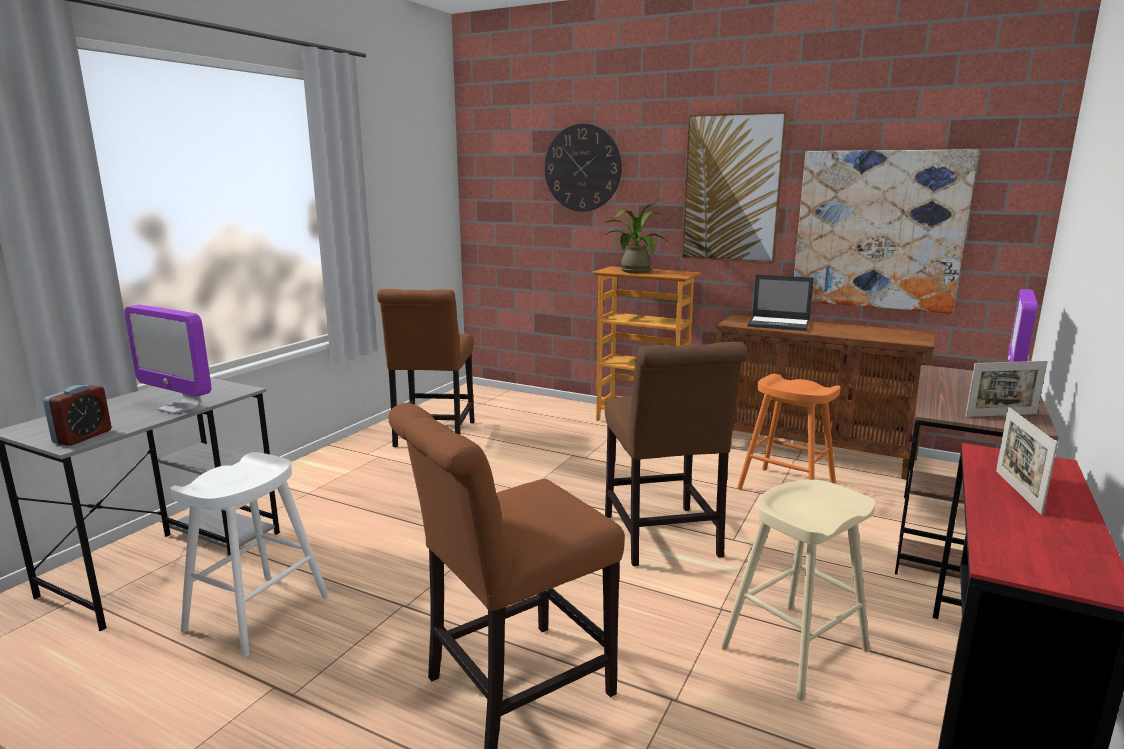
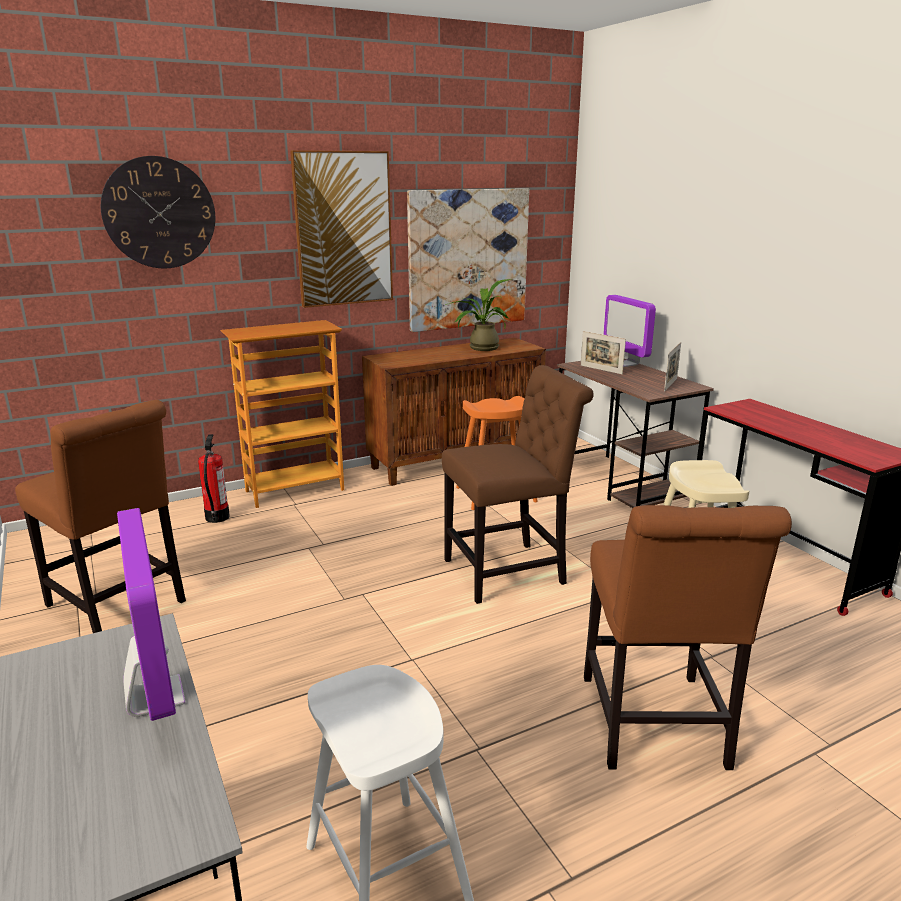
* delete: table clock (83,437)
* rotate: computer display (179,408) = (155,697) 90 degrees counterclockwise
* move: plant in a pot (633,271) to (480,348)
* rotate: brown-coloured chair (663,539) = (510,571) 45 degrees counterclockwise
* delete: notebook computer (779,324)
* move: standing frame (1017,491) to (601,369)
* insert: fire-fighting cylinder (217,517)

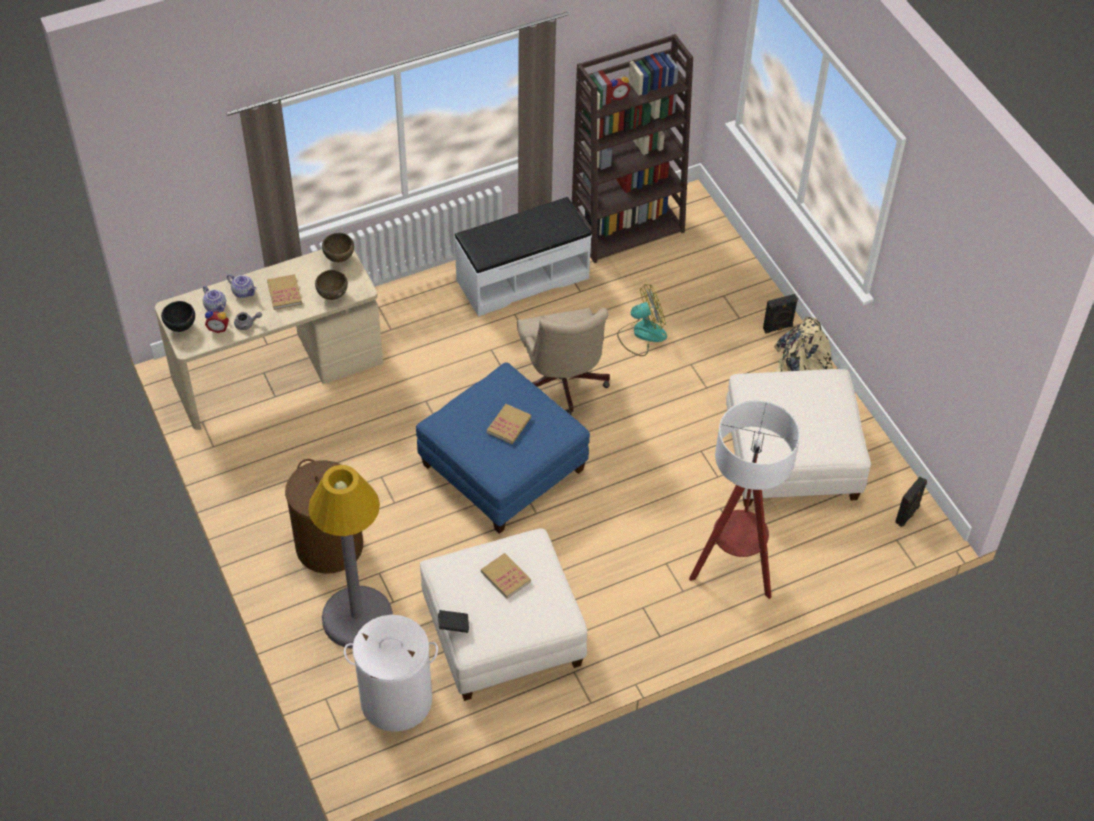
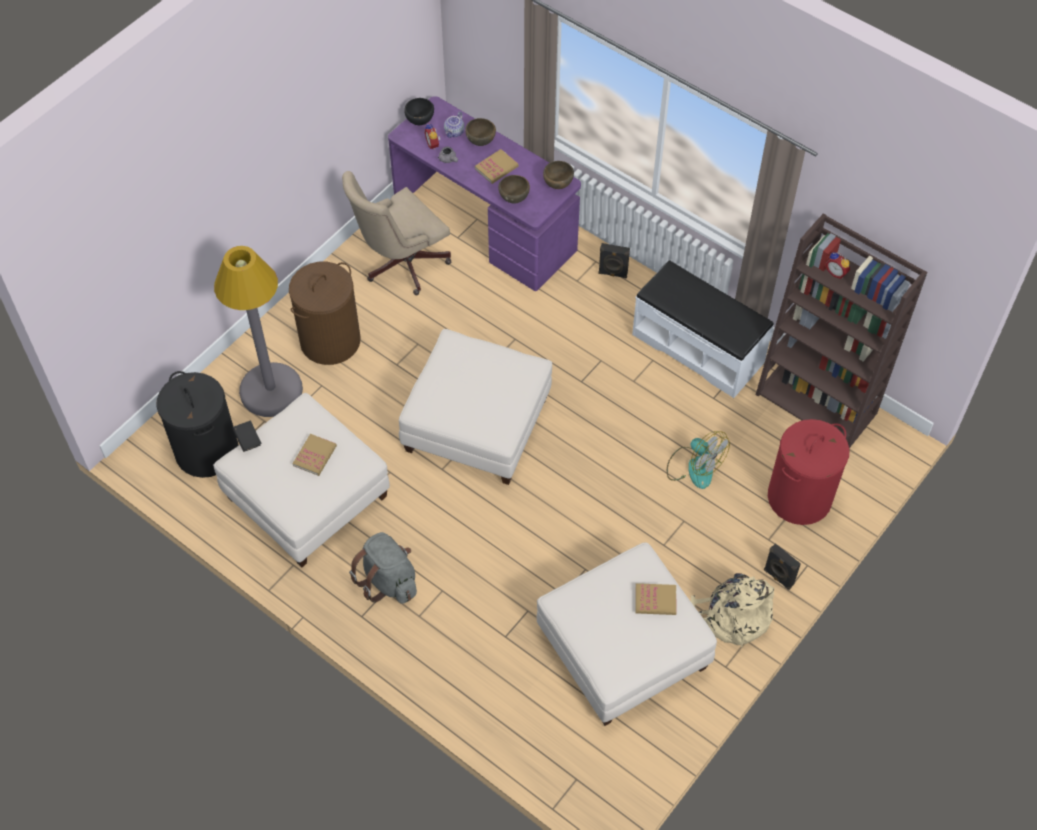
* recolor: beige-coloured desk table (277,370) to purplish desk table (485,226)
* replace: teapot (244,292) to brown-coloured deep dish (481,142)
* recolor: whitish hamper (396,700) to blackish hamper (206,451)
* recolor: blue footrest (502,467) to whitish footrest (476,424)
* move: volume (509,425) to (655,600)
* move: beige-coloured computer chair (562,385) to (400,264)
* delete: floor lamp (734,569)
* move: blackish loudspeaker (907,515) to (612,274)
* insert: gray backpack (388,580)
* insert: red hamper (799,497)

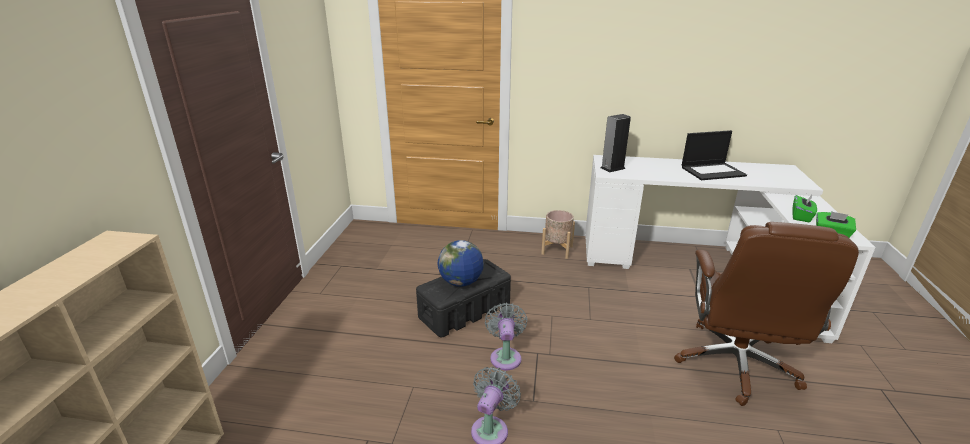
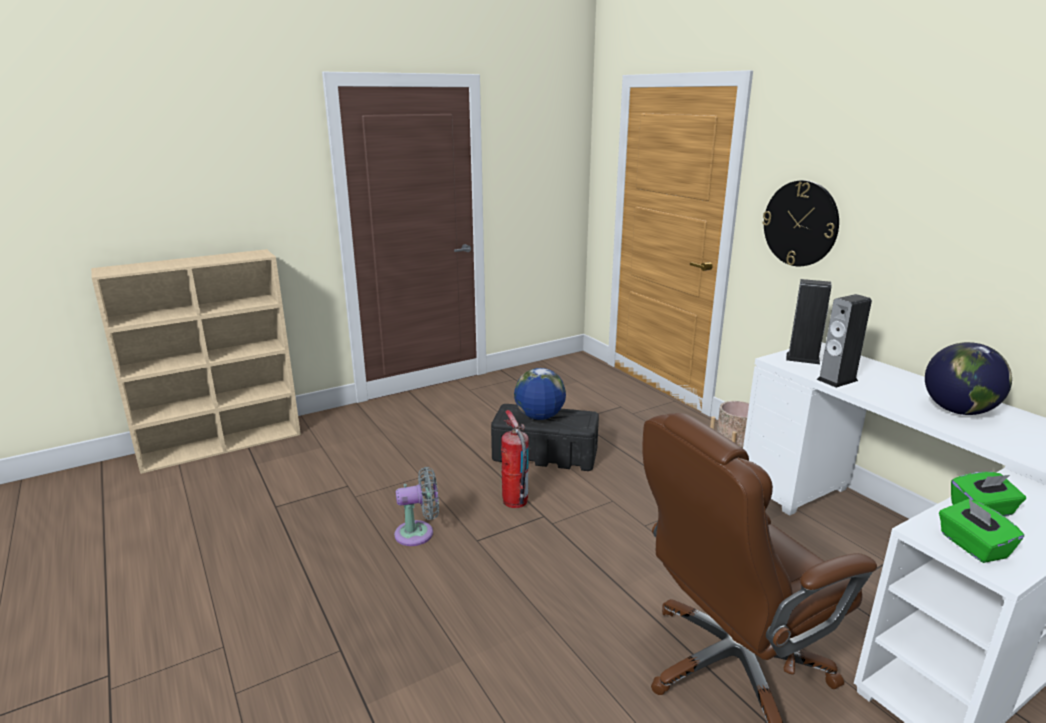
* replace: gray electric fan (505,356) to fire-fighting cylinder (515,501)
* replace: notebook computer (713,171) to globe (958,411)
* insert: hanging clock (800,223)
* insert: loudspeaker (837,380)

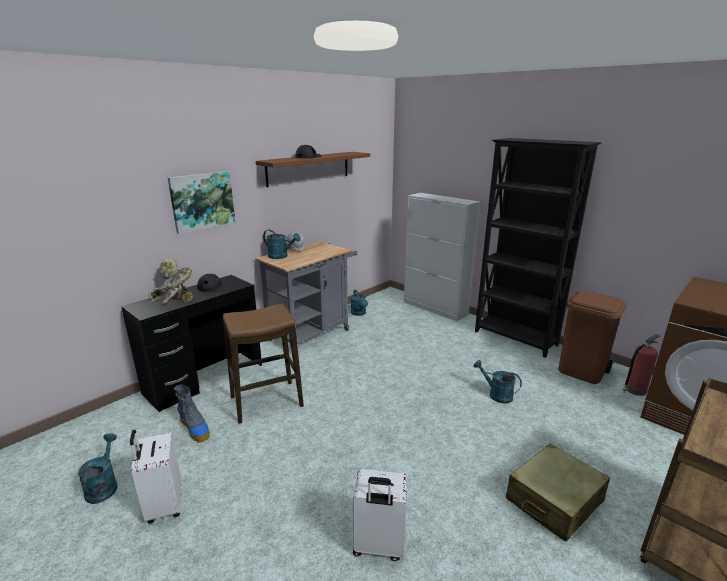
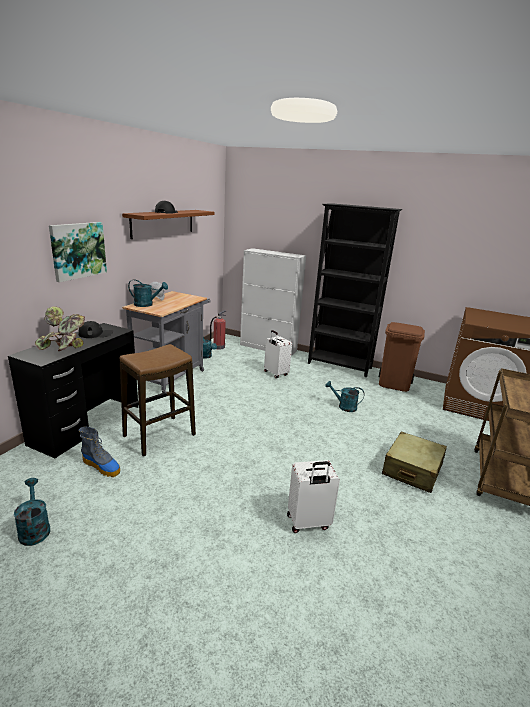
* move: whitish travel case (164,506) to (275,374)
* move: fire-fighting cylinder (634,390) to (218,347)

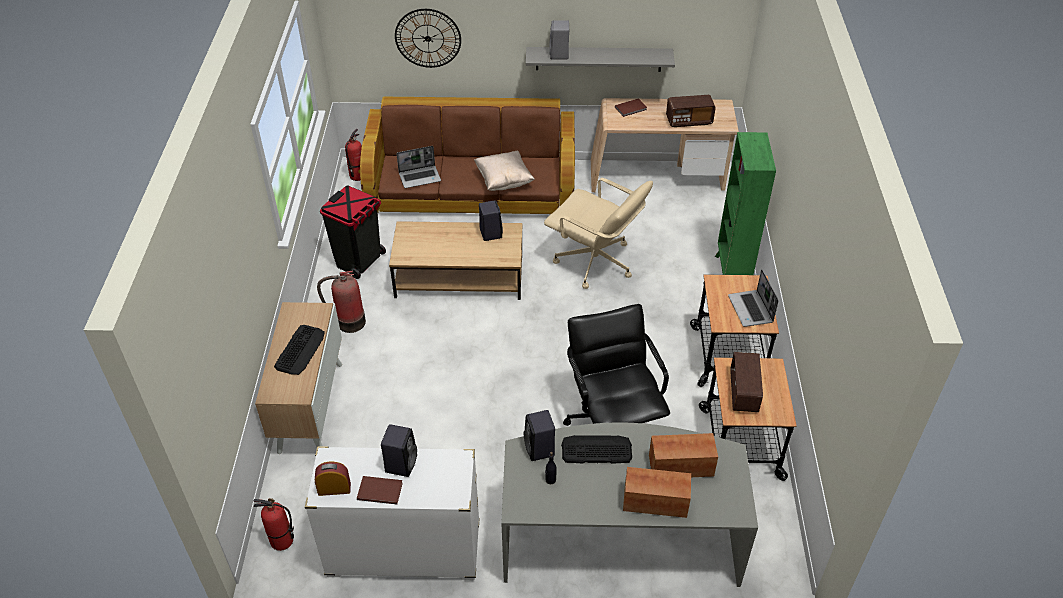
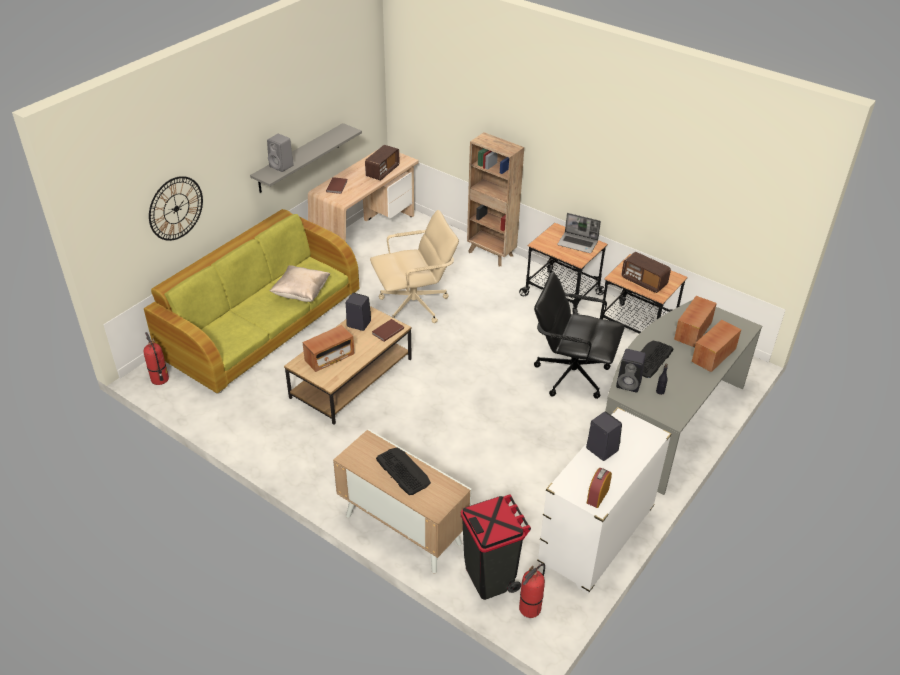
* delete: fire-fighting cylinder (348,322)
* move: blackish rubbish bin (359,261) to (490,576)
* move: brown-coloured volume (379,490) to (387,331)
* recolor: brown-coloured couch (472,189) to green couch (262,324)
* delete: notebook computer (420,177)
* recolor: green bookshelf (732,273) to brown-coloured bookshelf (491,254)
* insert: radio set (329,358)

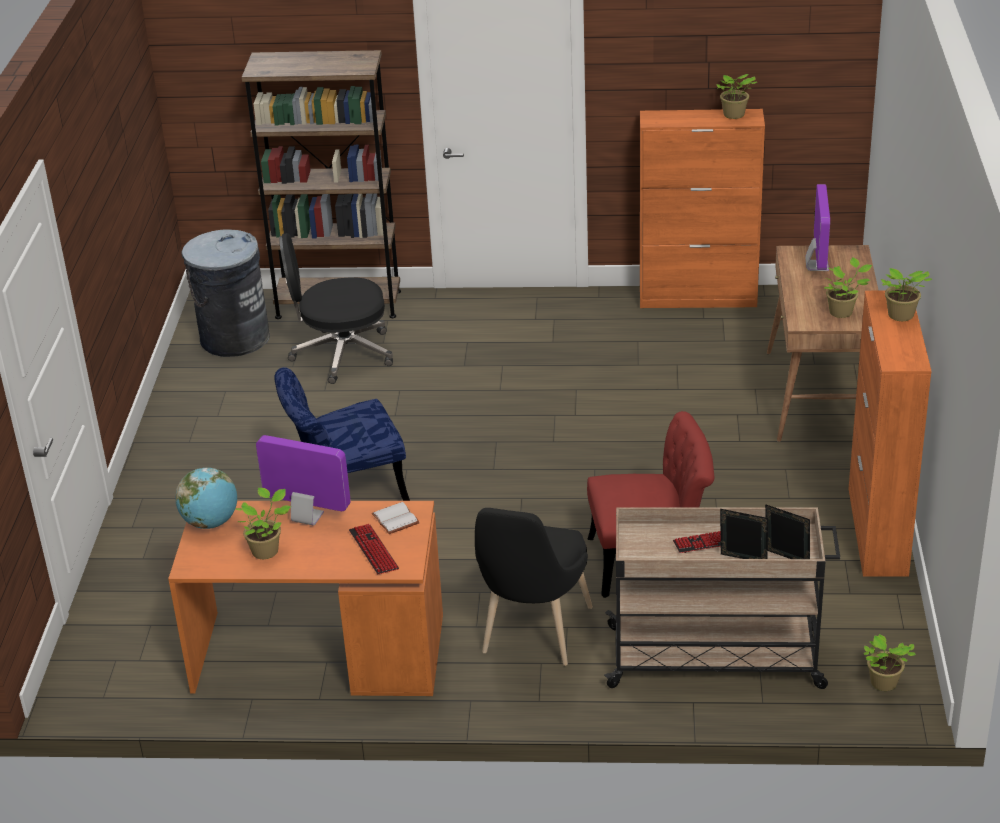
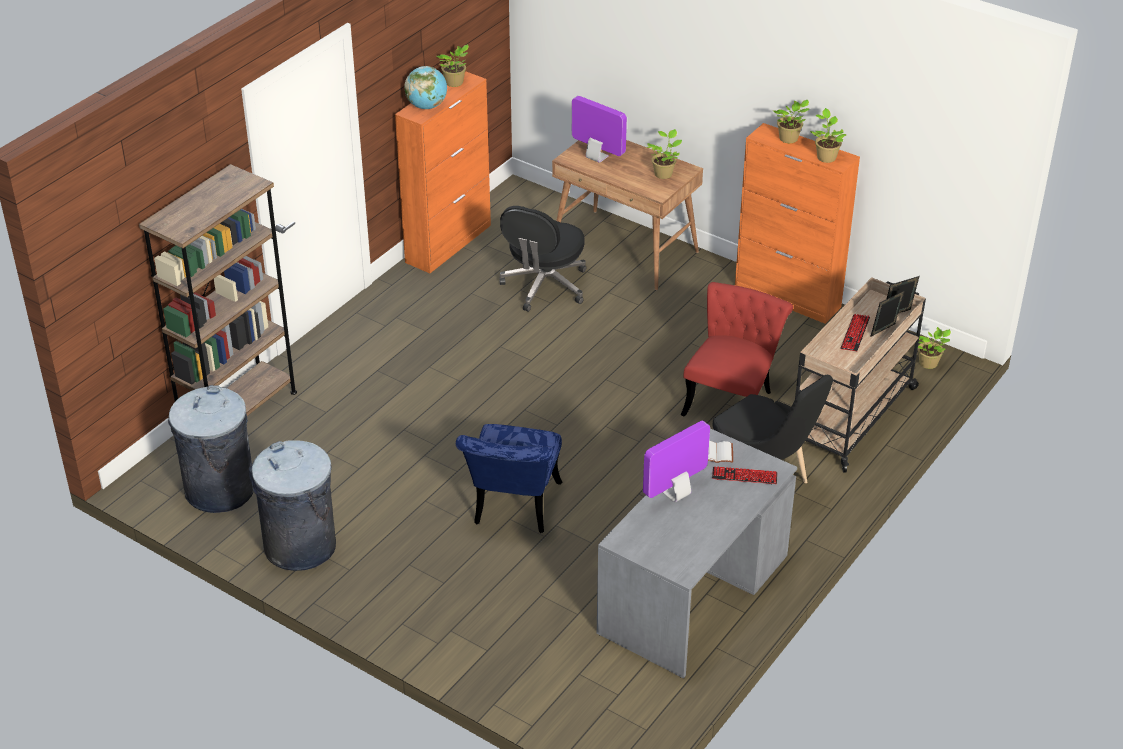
* recolor: orangey desk table (317,654) to gray desk table (694,595)
* move: globe (211,522) to (427,106)
* move: plant in a pot (267,550) to (826,157)
* move: blackish computer chair (341,354) to (544,286)
* insert: gray rubbish bin (300,546)

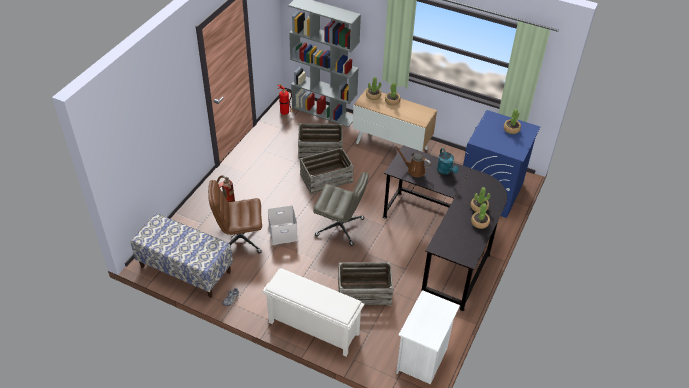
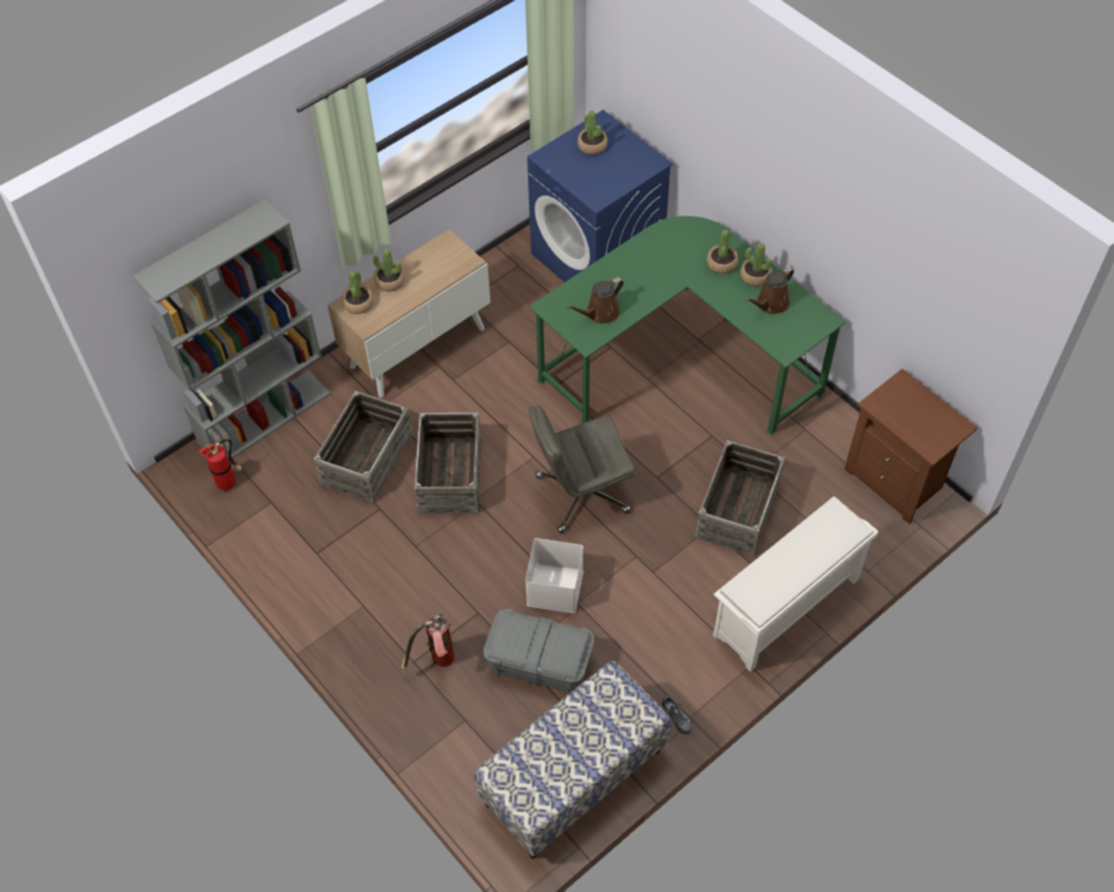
* replace: brown-coloured computer chair (239,240) to gray storage container (539,663)
* rotate: gray computer chair (340,227) = (581,494) 150 degrees counterclockwise
* recolor: blackish desk table (445,243) to green desk table (680,362)
* recolor: whitish night table (422,360) to brown-coloured night table (896,480)
* delete: turquoise-coloured watering pot (446,171)
* insert: brown-coloured watering pot (770,304)

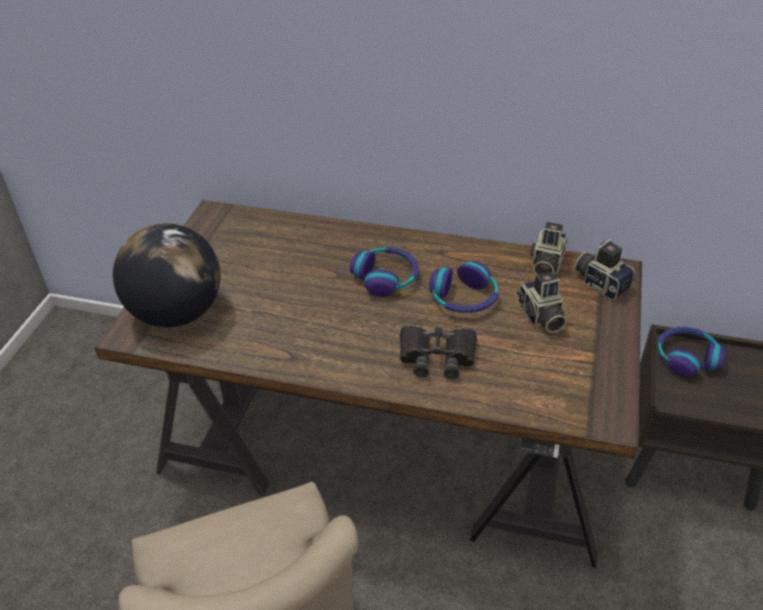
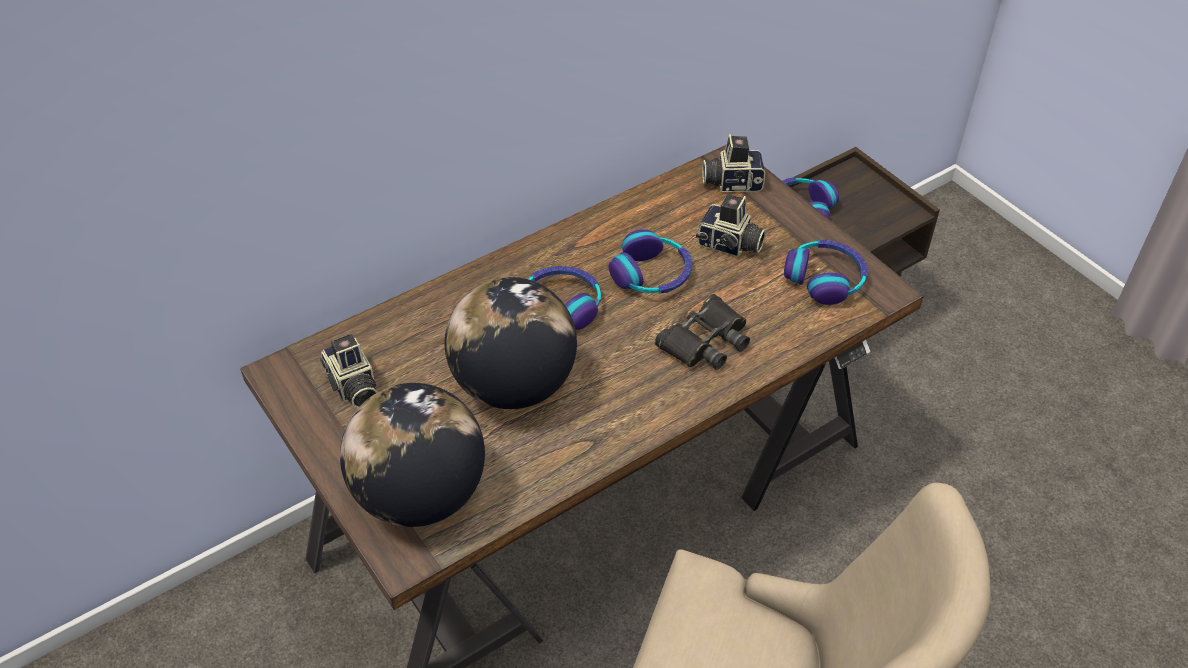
* move: still camera (545,264) to (352,387)
* insert: globe (513,385)
* insert: headphones (825,279)

